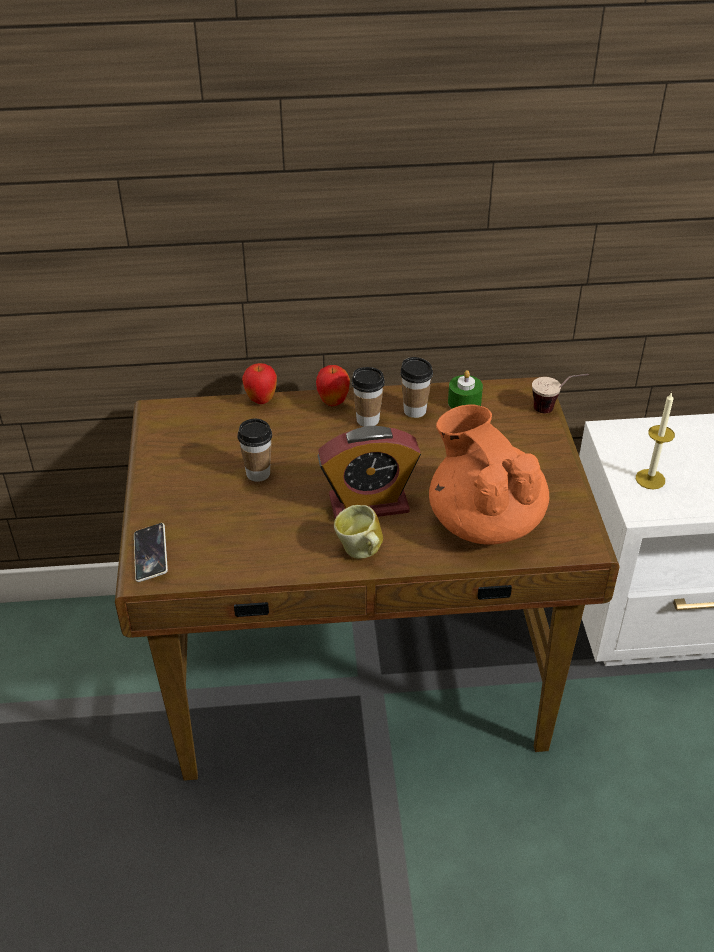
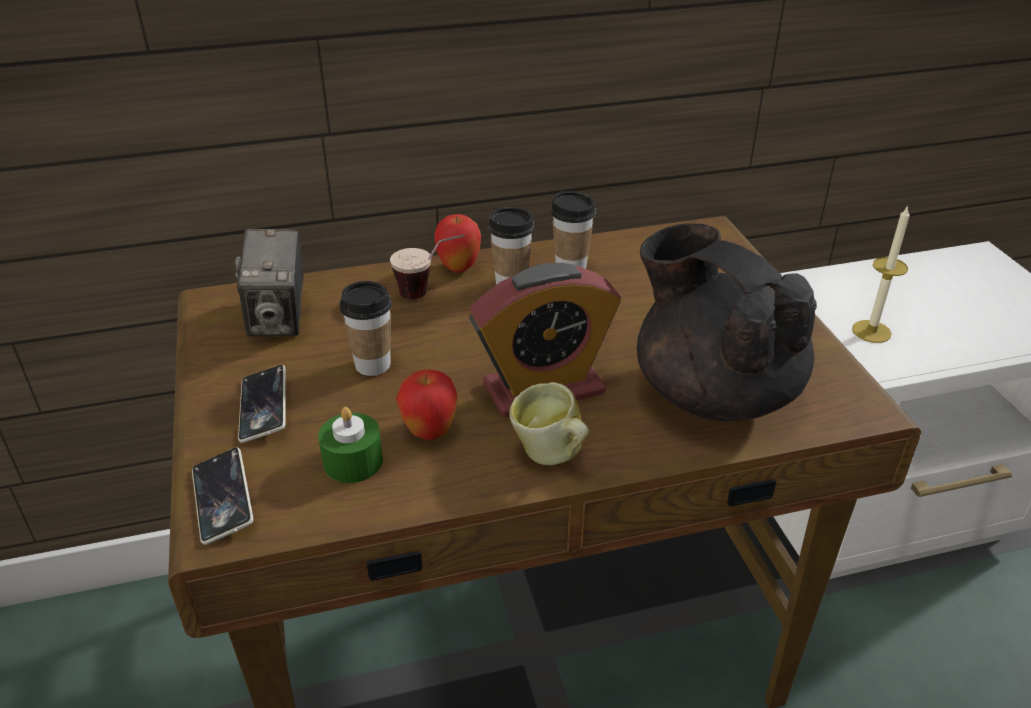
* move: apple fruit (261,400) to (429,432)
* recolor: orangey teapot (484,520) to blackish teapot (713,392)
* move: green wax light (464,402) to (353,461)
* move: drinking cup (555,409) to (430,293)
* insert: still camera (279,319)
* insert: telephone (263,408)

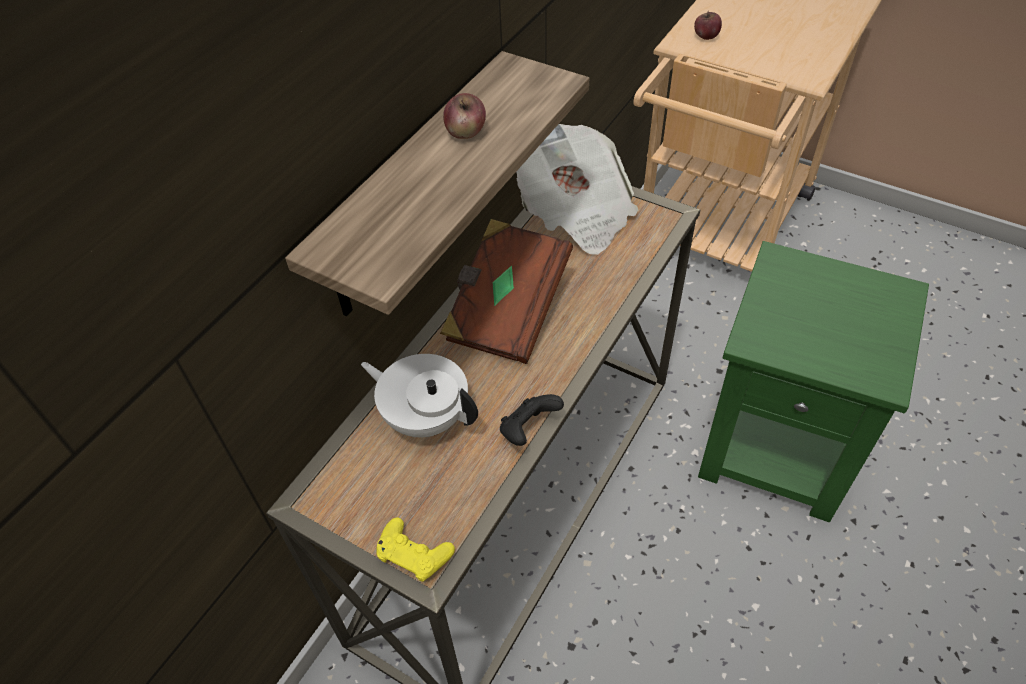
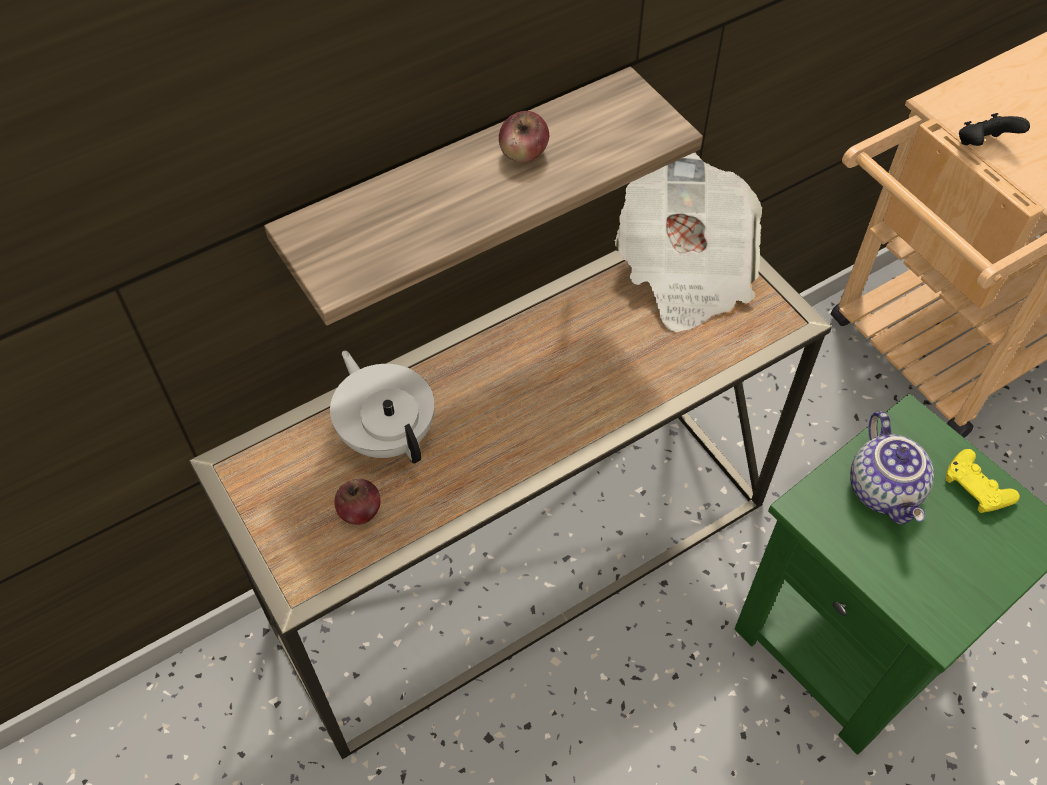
* move: yellow joypad (414,554) to (976,487)
* delete: brown-coloured volume (506,309)
* move: blackish joypad (528,430) to (983,145)
* move: apple fruit (706,36) to (360,511)
* insert: teapot (885,490)

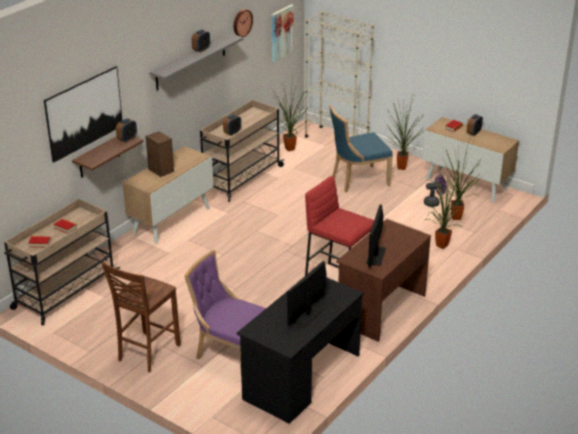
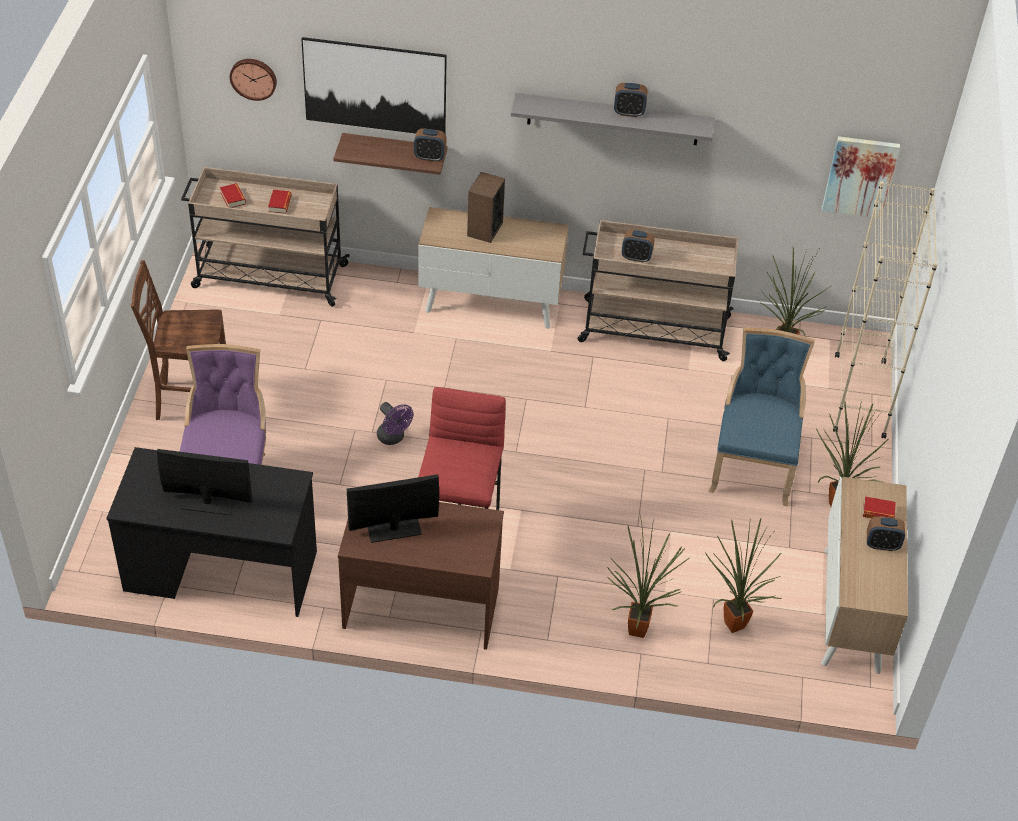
* move: hanging clock (241,22) to (253,78)
* rotate: blue chair (358,180) = (753,464) 60 degrees clockwise
* move: purplish electric fan (434,202) to (393,438)

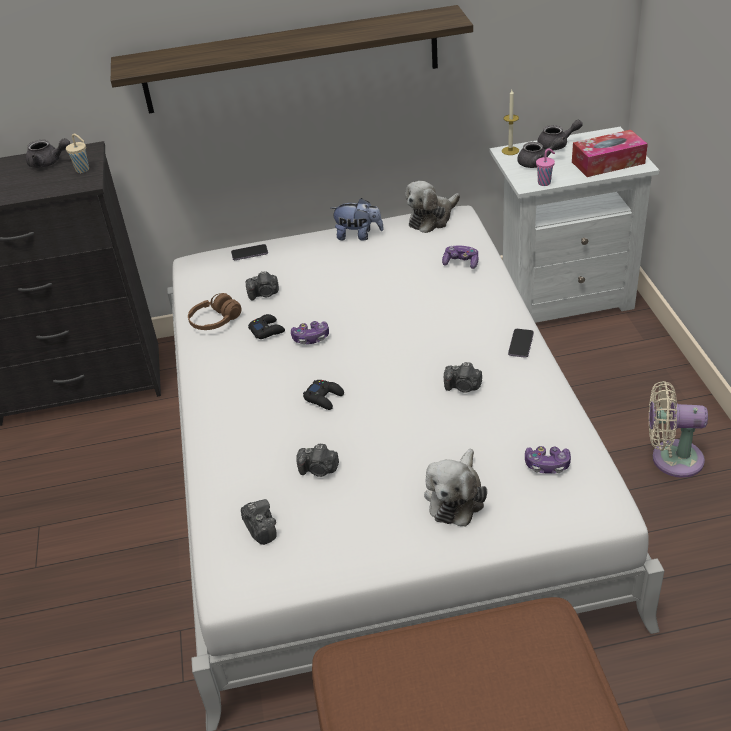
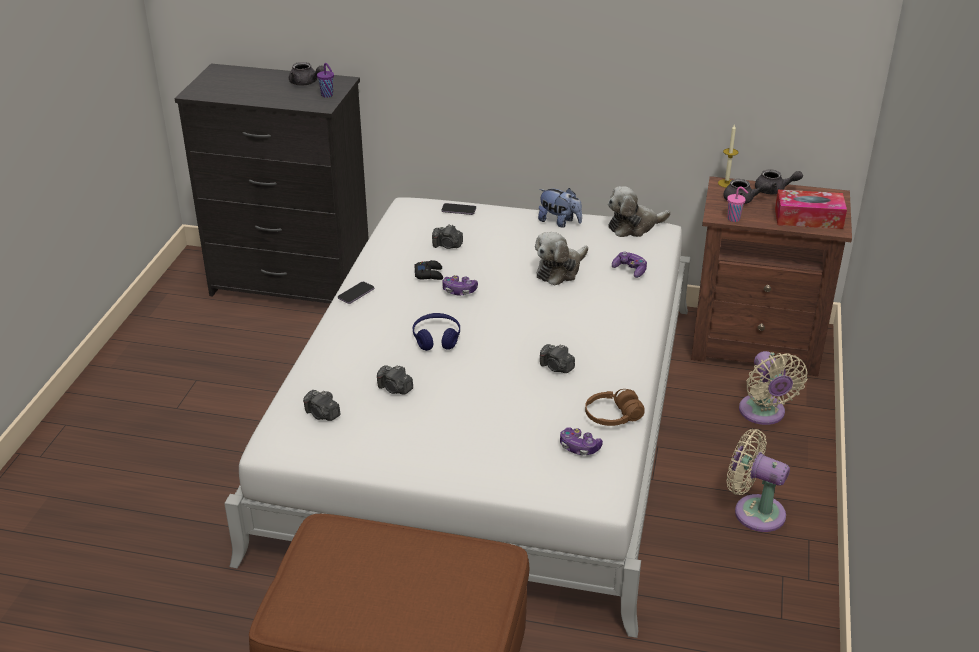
* recolor: beige-coloured drinking cup (83,170) to purplish drinking cup (327,95)
* delete: wall shelf (291,60)
* move: brown-coloured headphones (215,321) to (613,416)
* rotate: still camera (260,528) = (322,414) 135 degrees clockwise
* replace: blackish joypad (324,397) to blue headphones (436,338)
* move: plush toy (456,497) to (560,270)
* recolor: whitish night table (563,296) to brown-coloured night table (756,343)
* move: telephone (521,344) to (356,294)
* insert: beige-coloured electric fan (763,413)

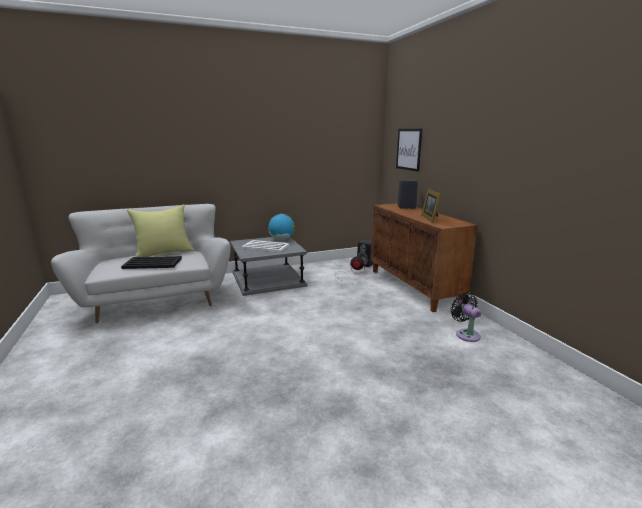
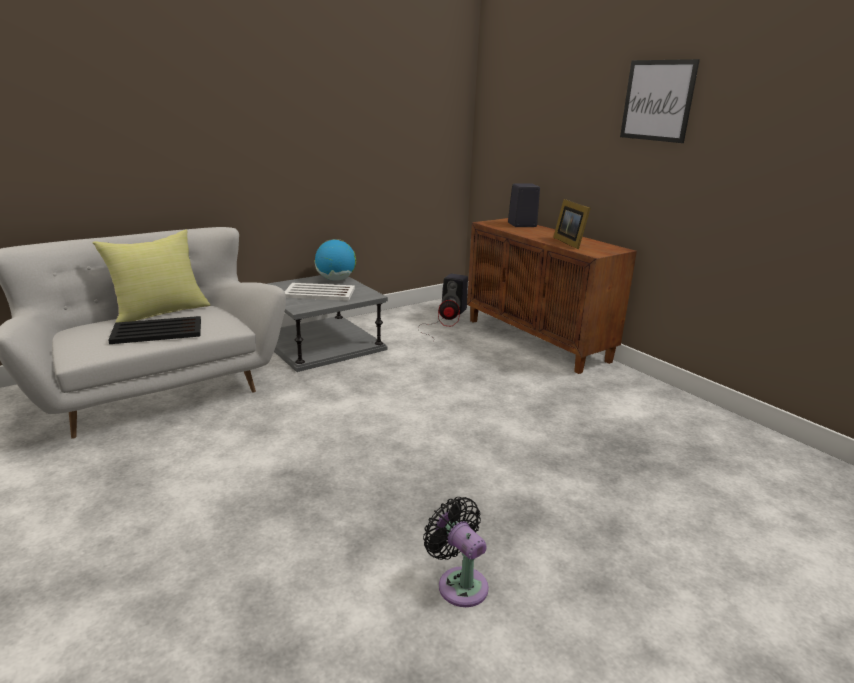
* move: wall art (408,149) to (657,100)
* move: blackish electric fan (466,334) to (459,583)

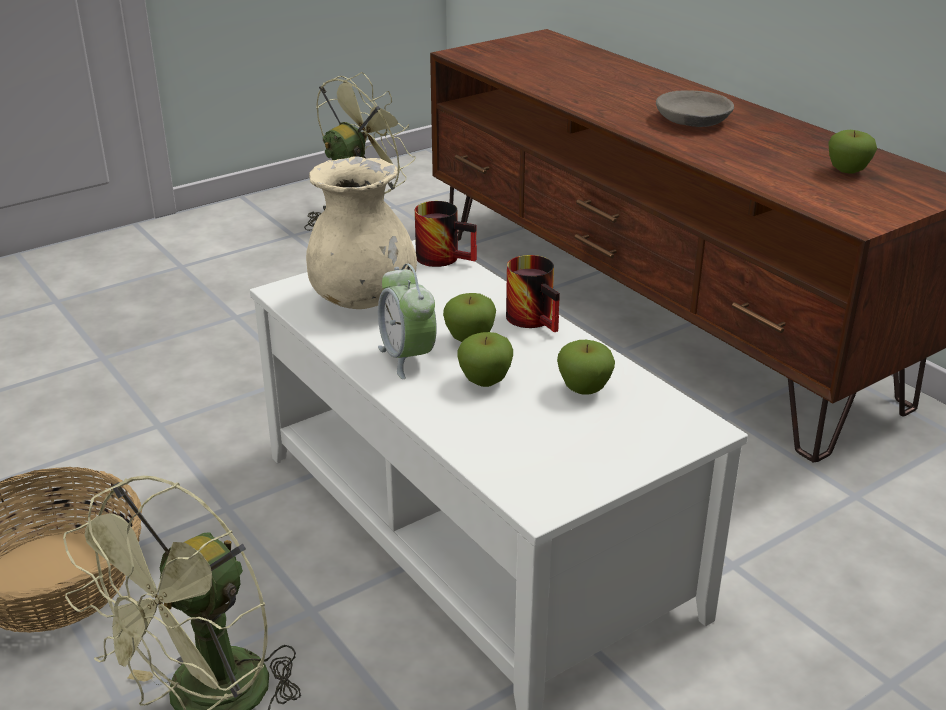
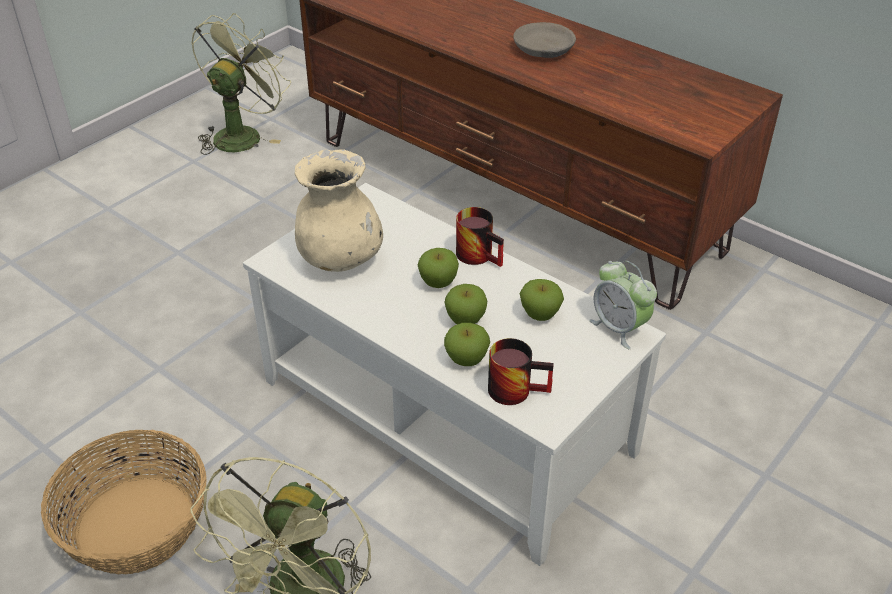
* move: table clock (407,358) to (619,328)
* move: coffee mug (445,257) to (517,387)
* move: apple fruit (847,171) to (466,360)

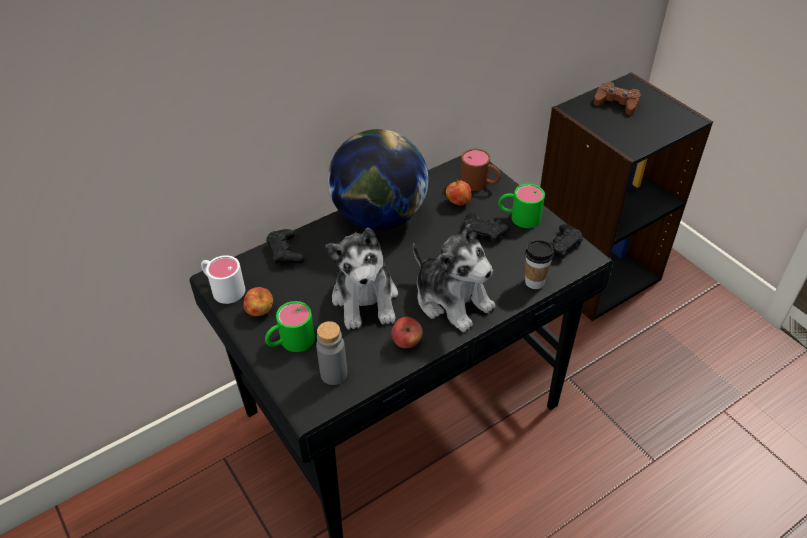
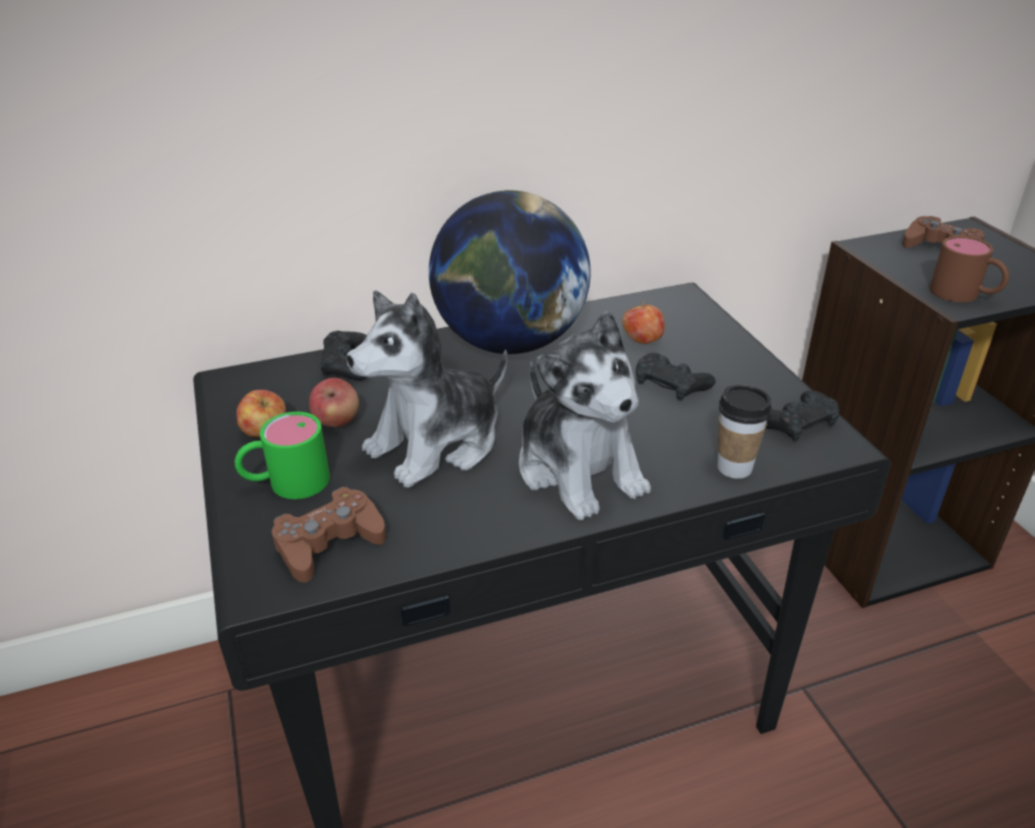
* delete: whitish coffee mug (223,288)
* replace: gray drink bottle (334,374) to brown-coloured joypad (329,543)
* rotate: plush toy (366,299) = (437,444) 45 degrees clockwise
* move: apple fruit (407,342) to (337,421)
* move: brown-coloured coffee mug (480,184) to (964,295)
* delete: green coffee mug (518,217)

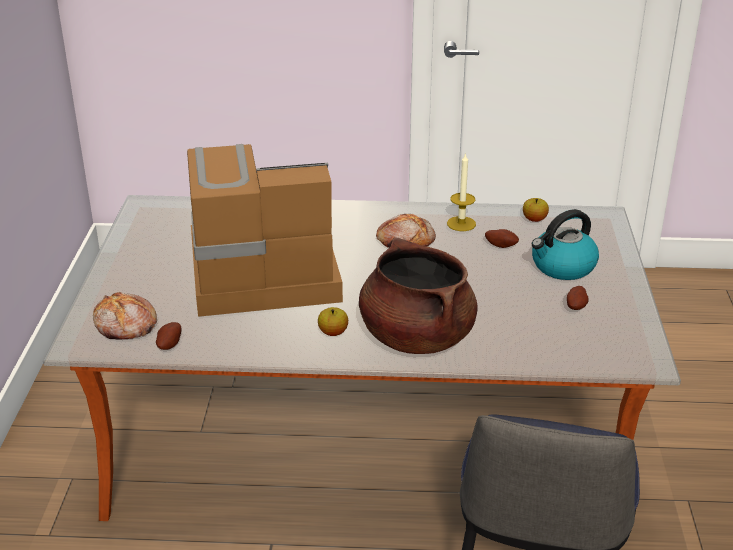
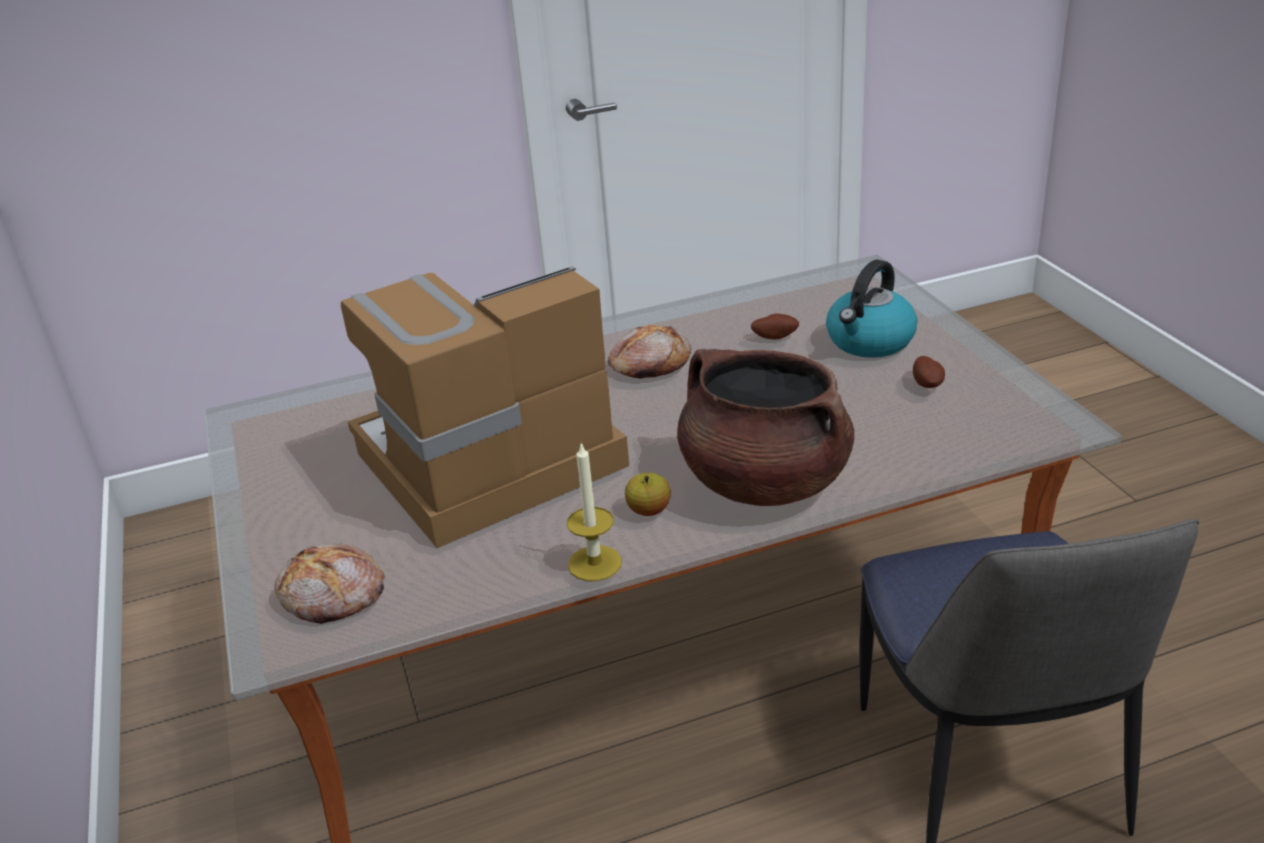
* delete: potato (168,344)
* move: wax light (461,224) to (594,563)
* delete: apple fruit (534,219)

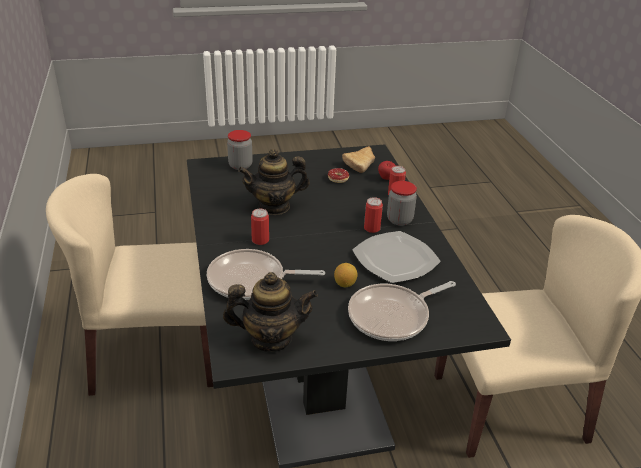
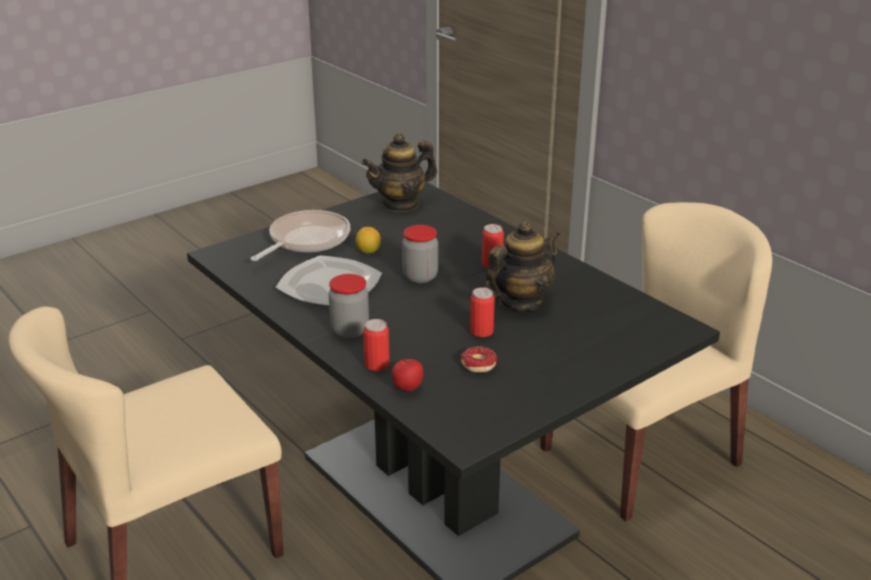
* delete: skillet (251,280)
* move: preserve jar (240,165) to (420,277)
* delete: baked bread (361,164)
* move: metal can (372,228) to (481,331)

